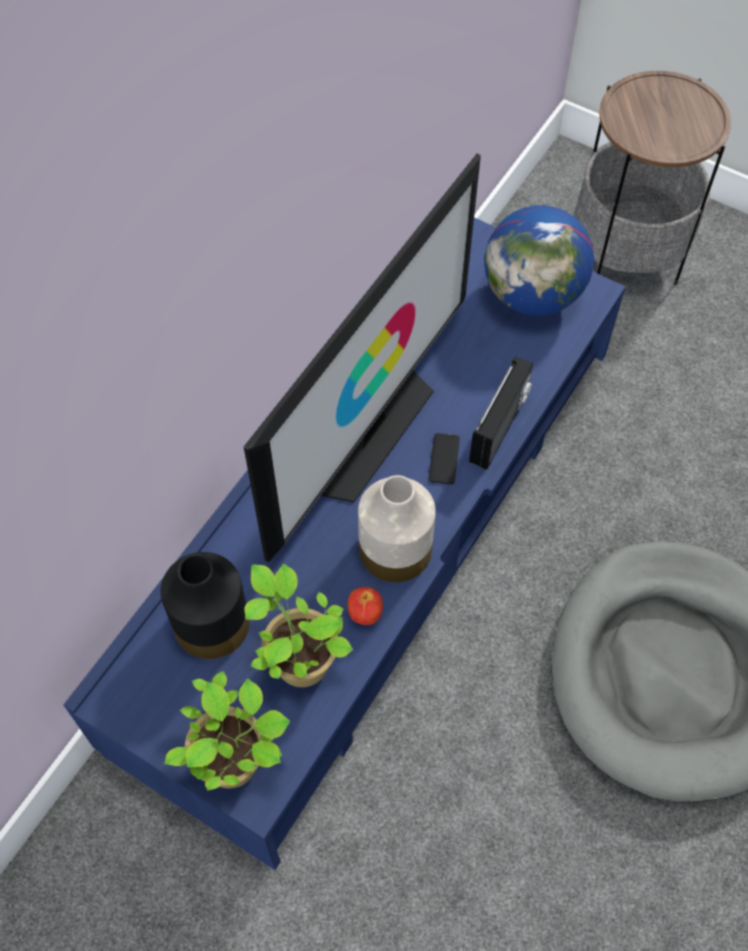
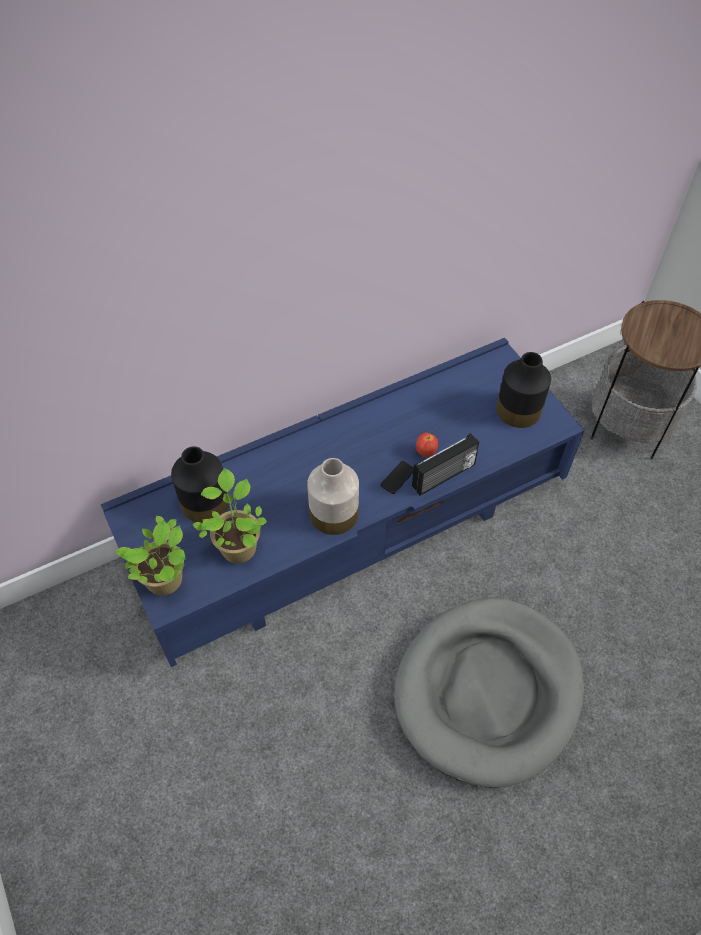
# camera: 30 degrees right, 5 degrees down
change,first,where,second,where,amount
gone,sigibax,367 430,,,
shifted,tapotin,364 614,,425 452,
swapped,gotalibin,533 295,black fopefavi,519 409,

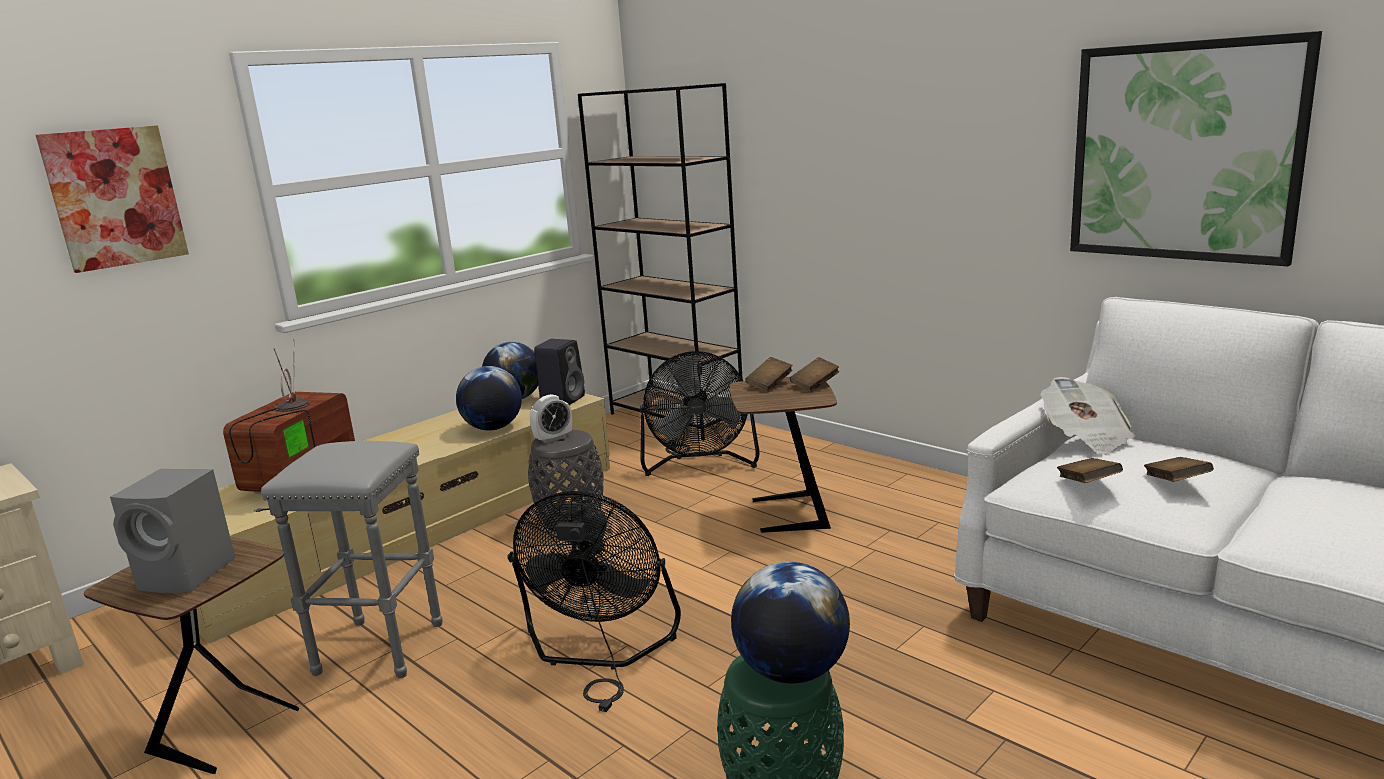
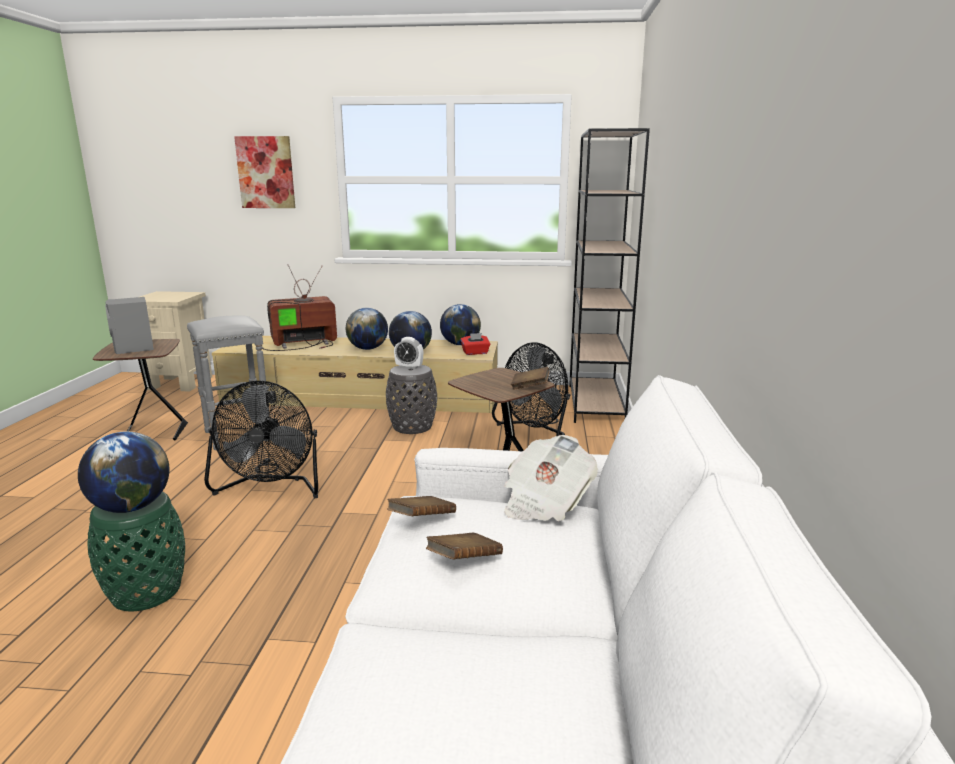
# camera: 50 degrees right, 0 degrees up
change,first,where,second,where,amount
gone,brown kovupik,769 384,,,
gone,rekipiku,1184 152,,,
new,,,gotalibin,368 348,
swapped,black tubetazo,563 399,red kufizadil,475 353,
rotated,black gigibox,596 652,,269 486,120 degrees clockwise

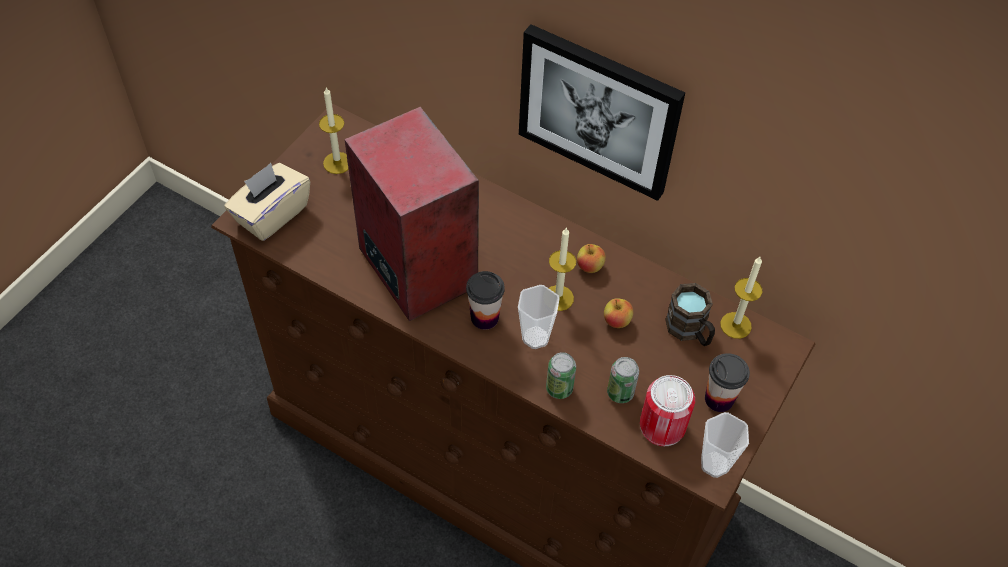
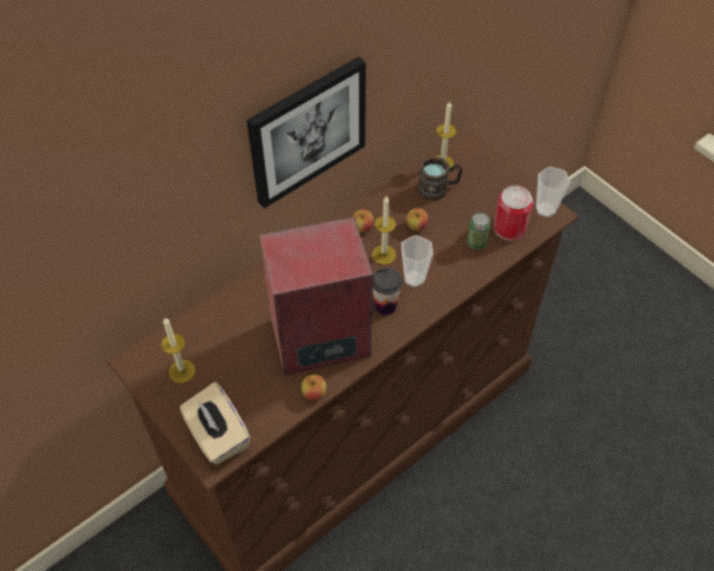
# camera: 70 degrees left, 0 degrees up
change,first,where,second,where,amount
gone,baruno,559 388,,,
gone,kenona,719 399,,,
new,,,tapotin,314 393,

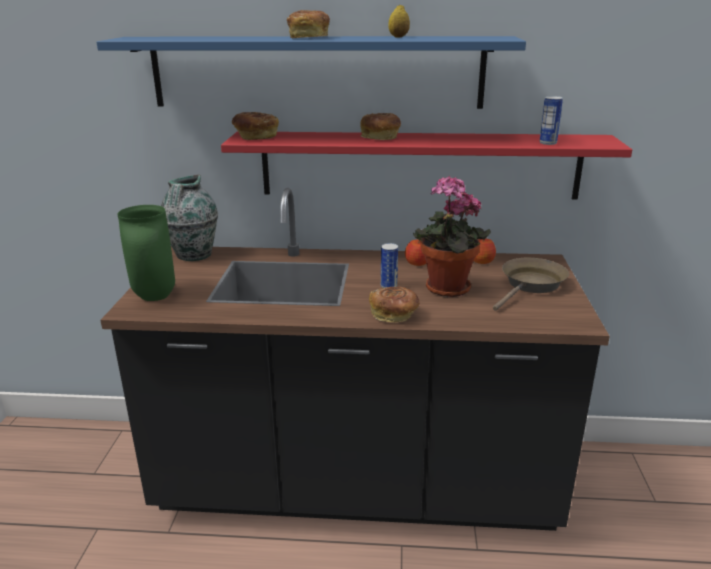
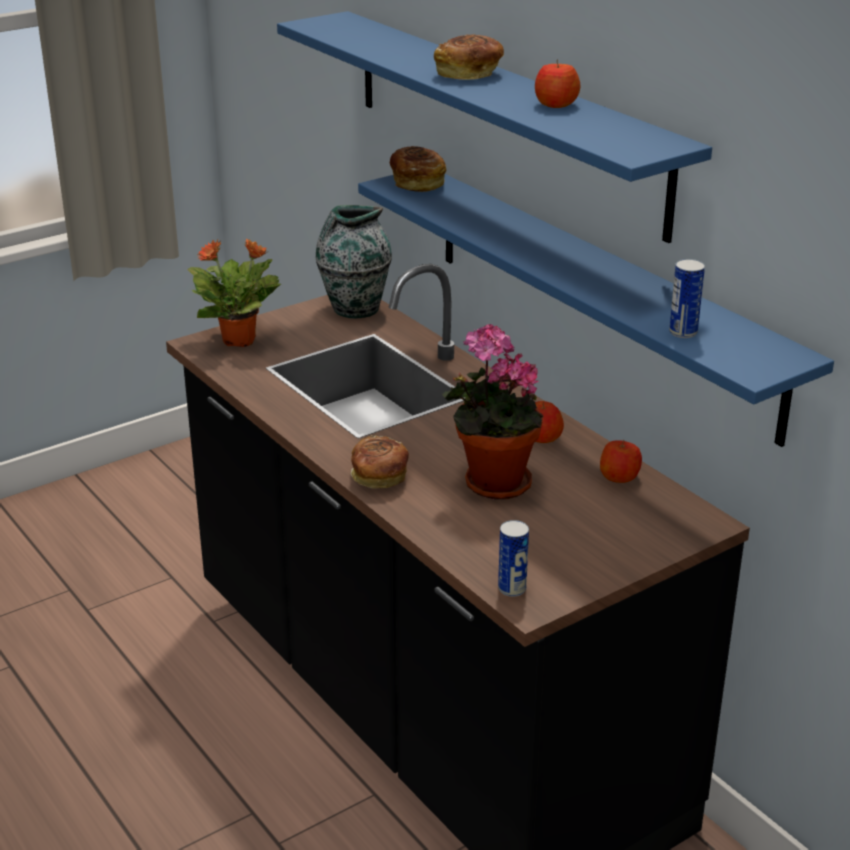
# camera: 50 degrees right, 5 degrees up
change,first,where,second,where,amount
gone,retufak,380 137,,,
gone,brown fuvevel,531 285,,,
shifted,baruno,388 286,,512 589,
swapped,green fopefavi,156 296,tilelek,240 340,
swapped,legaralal,398 37,tapotin,556 104,
repainted,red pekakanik,419 165,blue pekakanik,598 295,

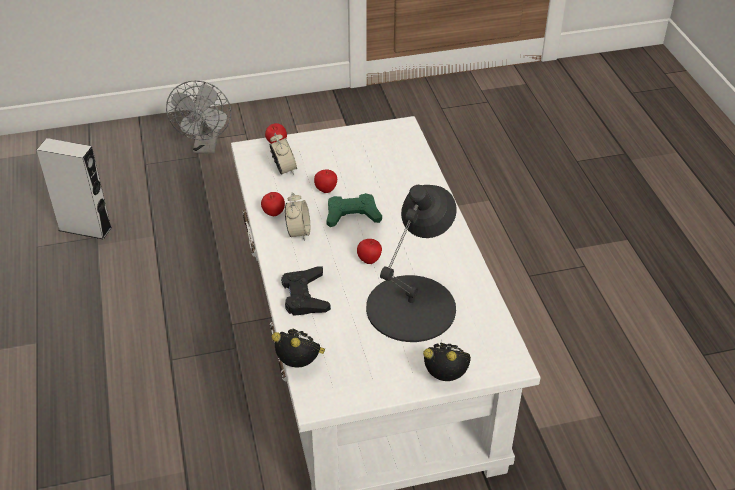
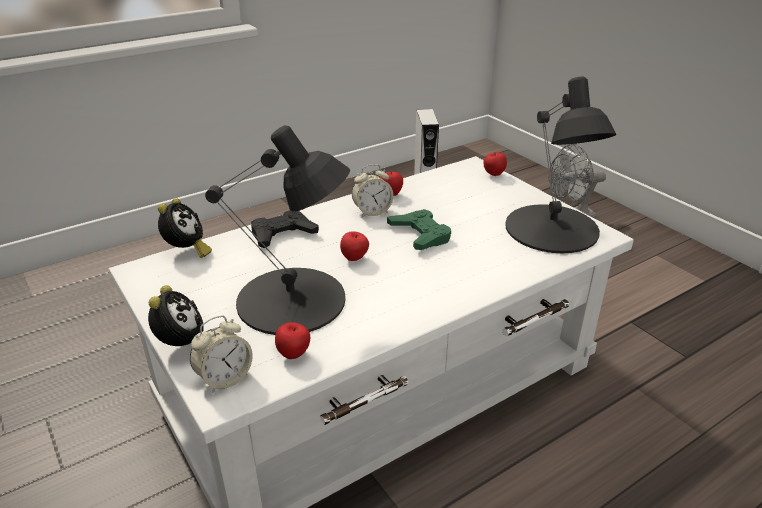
# camera: 70 degrees right, 10 degrees down
change,first,where,second,where,amount
new,,,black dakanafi,551 229,
shifted,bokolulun,284 170,,224 378,
shifted,tapotin,326 190,,294 355,

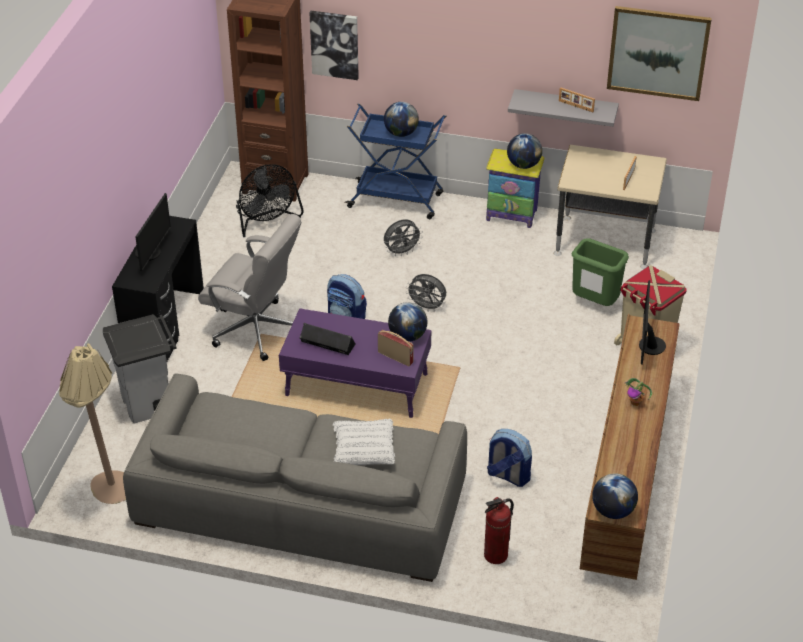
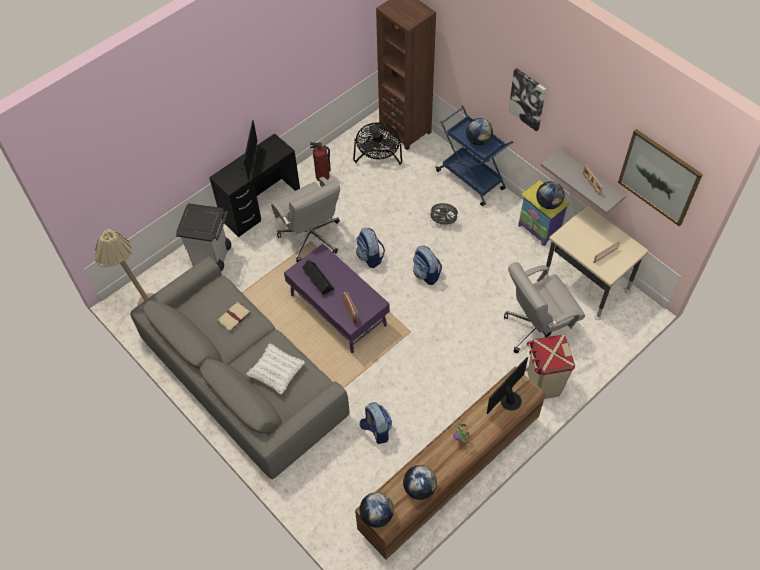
# camera: 35 degrees right, 15 degrees up
change,first,where,second,where,amount
new,,,beige kovupik,234 317,
shifted,rekipiku,334 44,,527 99,
shifted,gotalibin,407 336,,419 488,
shifted,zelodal,496 555,,322 176,
swapped,grey gigibox,427 307,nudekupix,426 274,
swapped,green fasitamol,594 304,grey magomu,538 329,
rotated,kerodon,151 253,,249 163,45 degrees counterclockwise

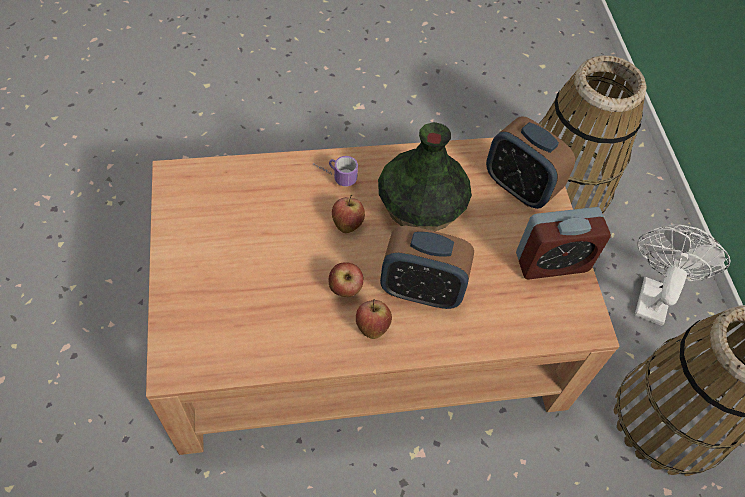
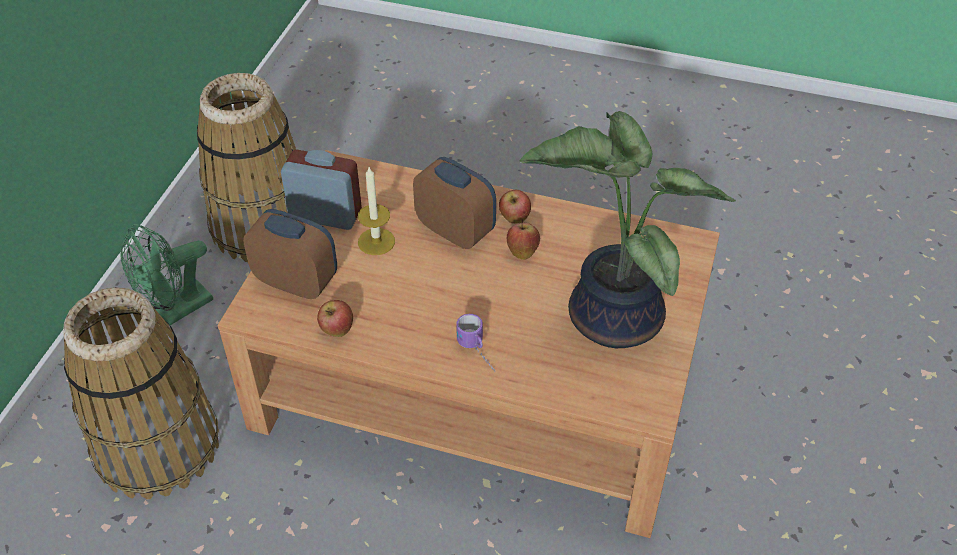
# camera: 150 degrees left, 10 degrees down
change,first,where,second,where,amount
gone,fopefavi,419 207,,,
new,,,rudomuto,376 241,
new,,,tilelek,609 315,
shifted,tapotin,347 224,,337 330,
repainted,white gigibox,653 294,green gigibox,176 310,
rotated,bokolulun,519 187,,296 282,45 degrees counterclockwise

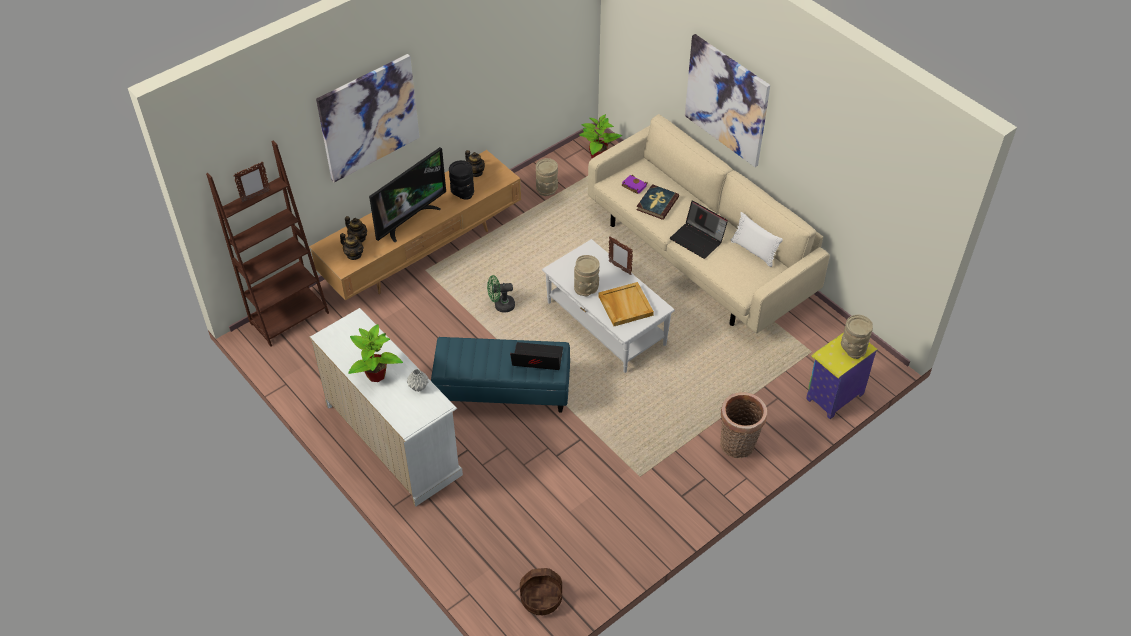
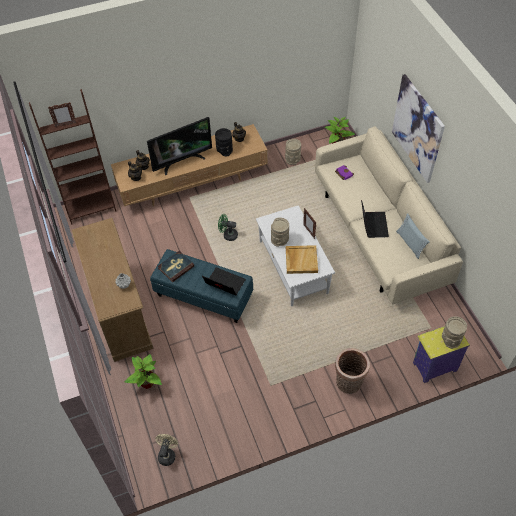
# camera: 20 degrees right, 5 degrees up
change,first,where,second,where,amount
gone,rekipiku,369 118,,,
shifted,tilelek,376 375,,147 383,
shifted,kovupik,657 203,,176 267,
swapped,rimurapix,541 599,beige gigibox,167 454,
repainted,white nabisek,393 438,brown nabisek,119 309,
repainted,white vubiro,754 251,blue vubiro,410 243,
rotated,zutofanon,698 239,,373 224,150 degrees counterclockwise

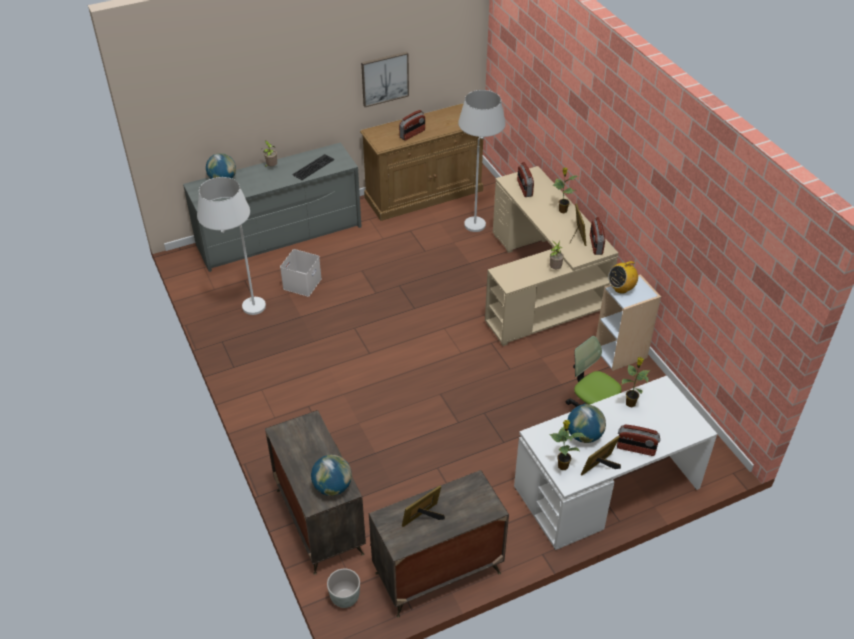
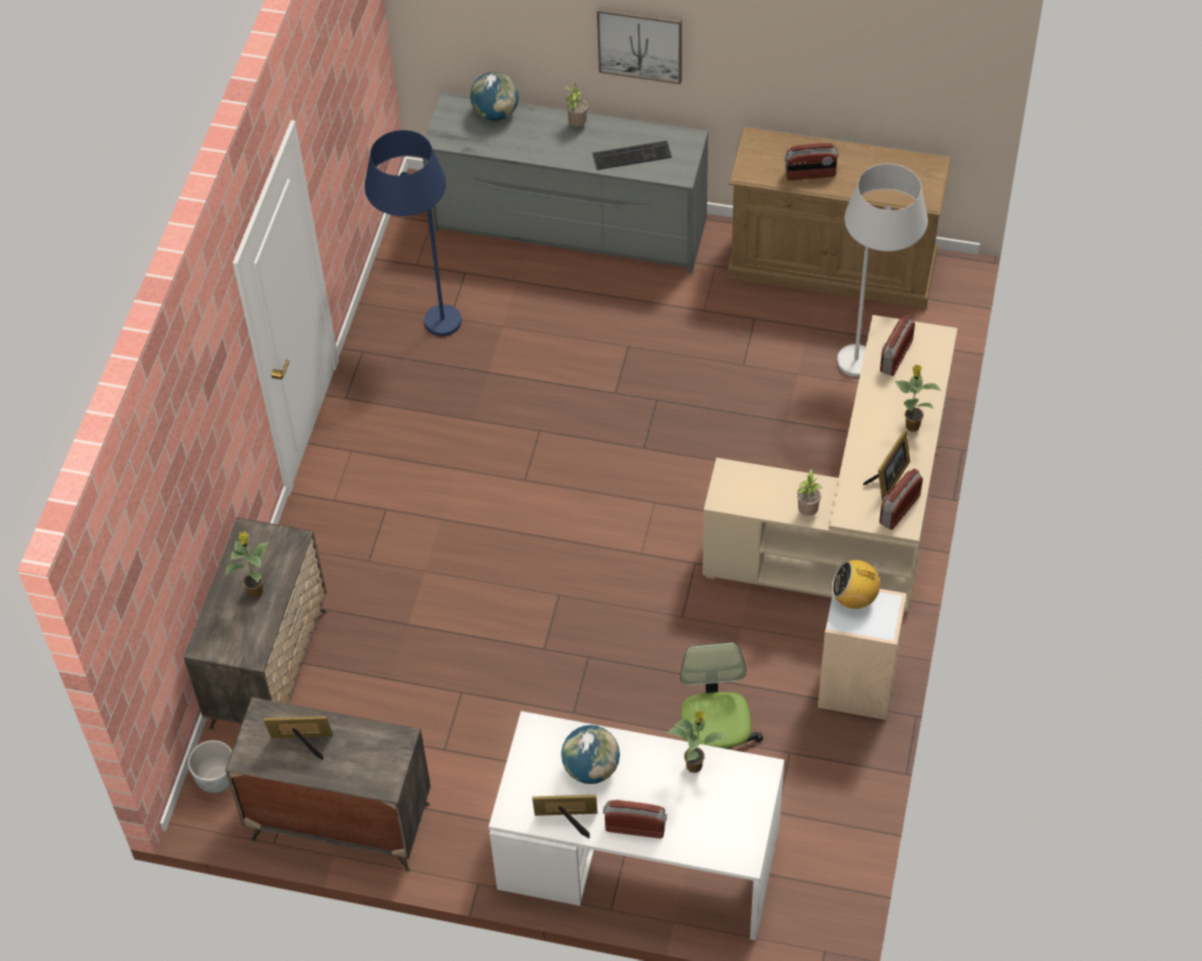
# camera: 40 degrees right, 10 degrees up
change,first,where,second,where,amount
gone,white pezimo,302 283,,,
gone,gotalibin,332 487,,,
shifted,rekipiku,385 78,,640 43,
shifted,tilelek,562 465,,255 590,
repainted,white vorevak,241 310,blue vorevak,423 317,
rotated,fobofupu,636 449,,635 827,135 degrees clockwise

